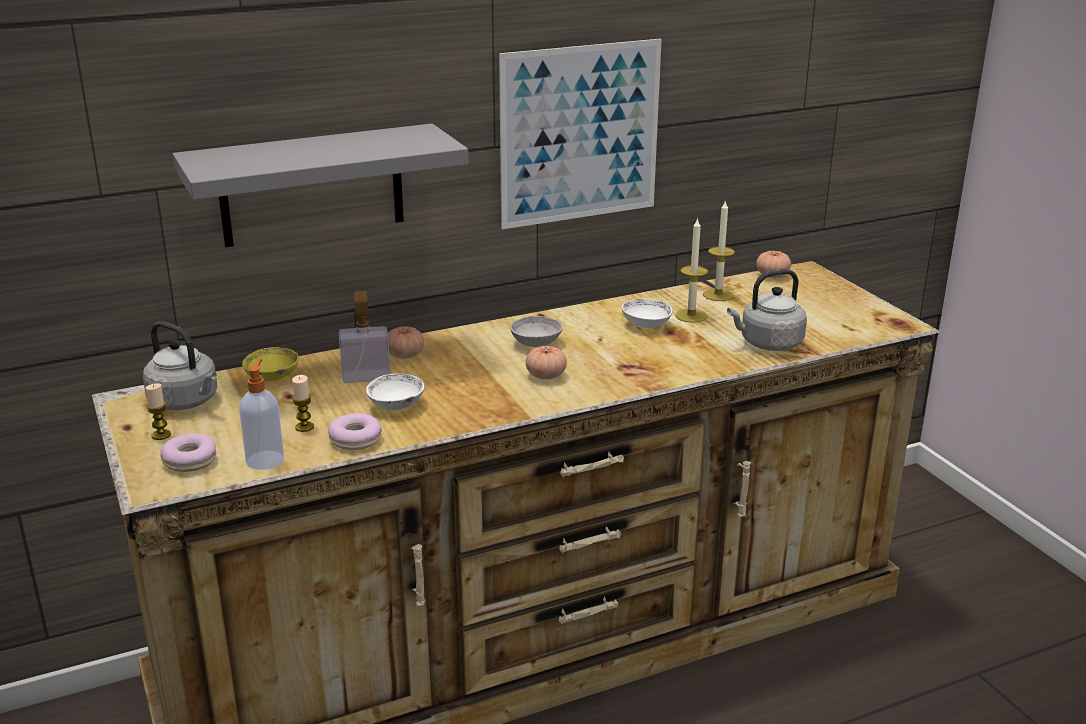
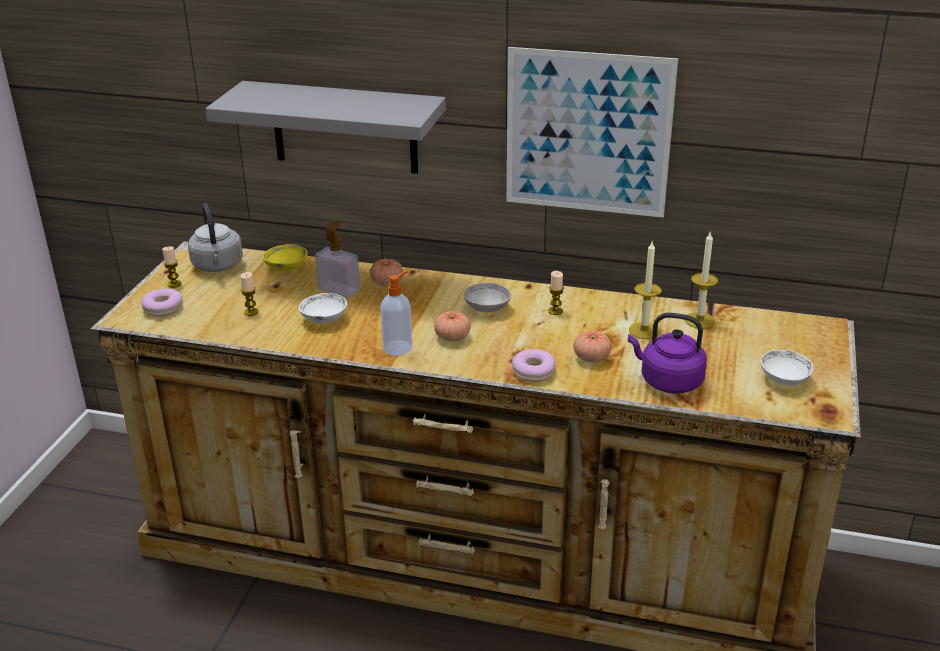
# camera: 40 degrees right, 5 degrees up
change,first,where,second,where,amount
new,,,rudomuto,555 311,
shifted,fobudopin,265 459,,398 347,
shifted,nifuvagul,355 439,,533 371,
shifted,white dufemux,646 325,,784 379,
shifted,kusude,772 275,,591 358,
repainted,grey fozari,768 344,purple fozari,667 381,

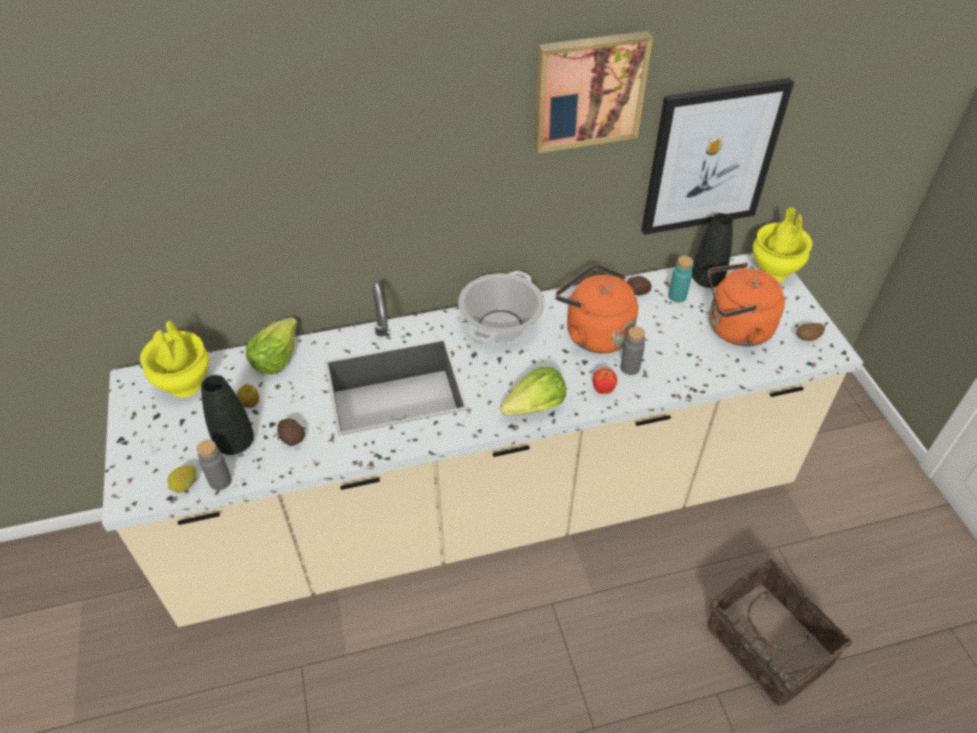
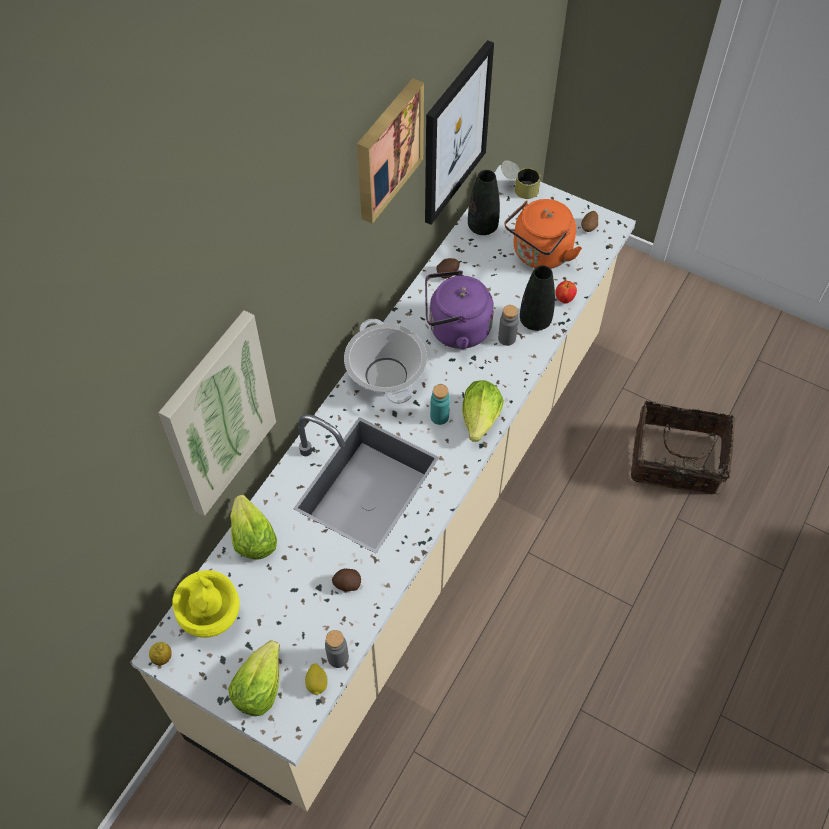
# camera: 45 degrees left, 10 degrees up
change,first,where,second,where,amount
new,,,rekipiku,218 415,
new,,,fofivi,258 686,
shifted,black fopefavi,235 443,,535 321,
shifted,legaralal,250 404,,162 658,
shifted,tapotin,603 390,,564 299,
shifted,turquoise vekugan,677 296,,439 417,
swapped,yellow fopefavi,773 273,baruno,519 188,
repainted,orange fozari,594 333,purple fozari,455 329,

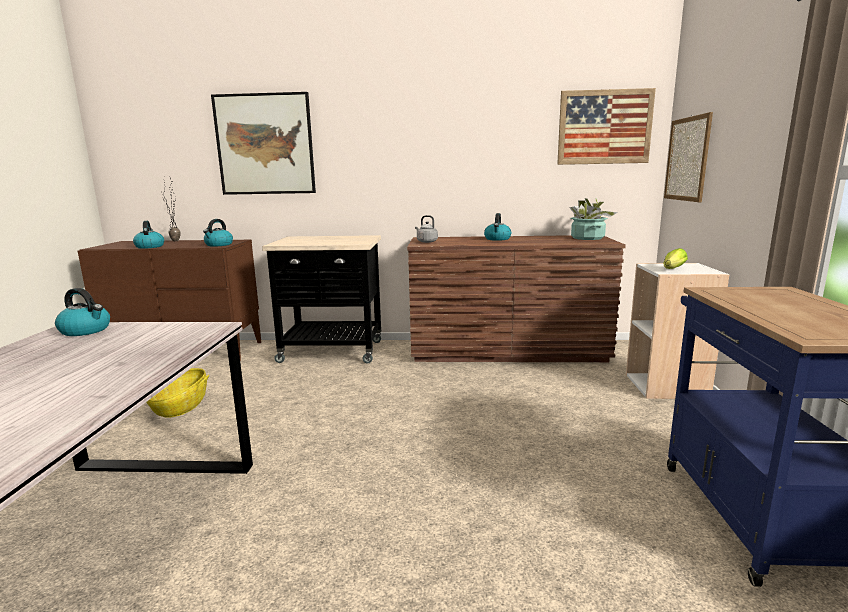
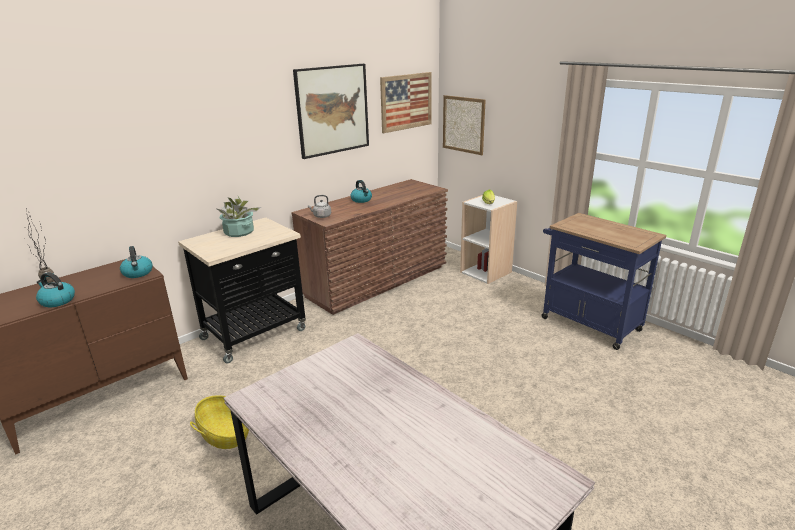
# camera: 45 degrees left, 10 degrees up
change,first,where,second,where,amount
gone,fozari,86 330,,,
shifted,rekipiku,265 145,,332 110,
shifted,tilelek,587 238,,239 232,

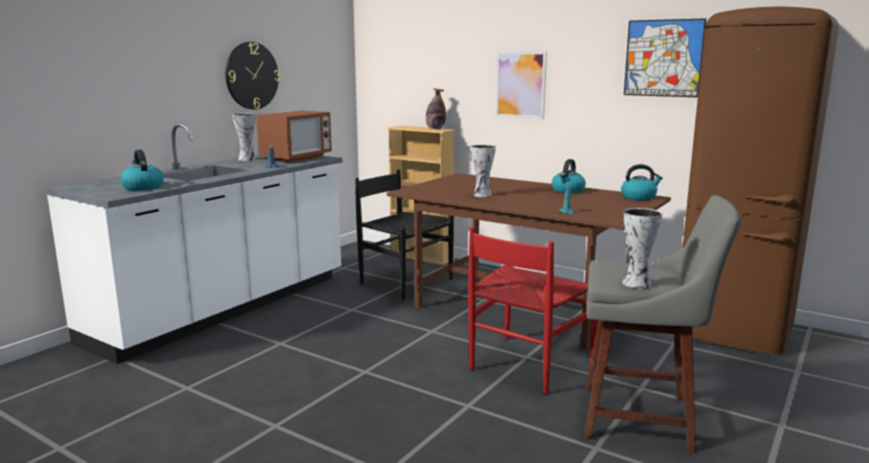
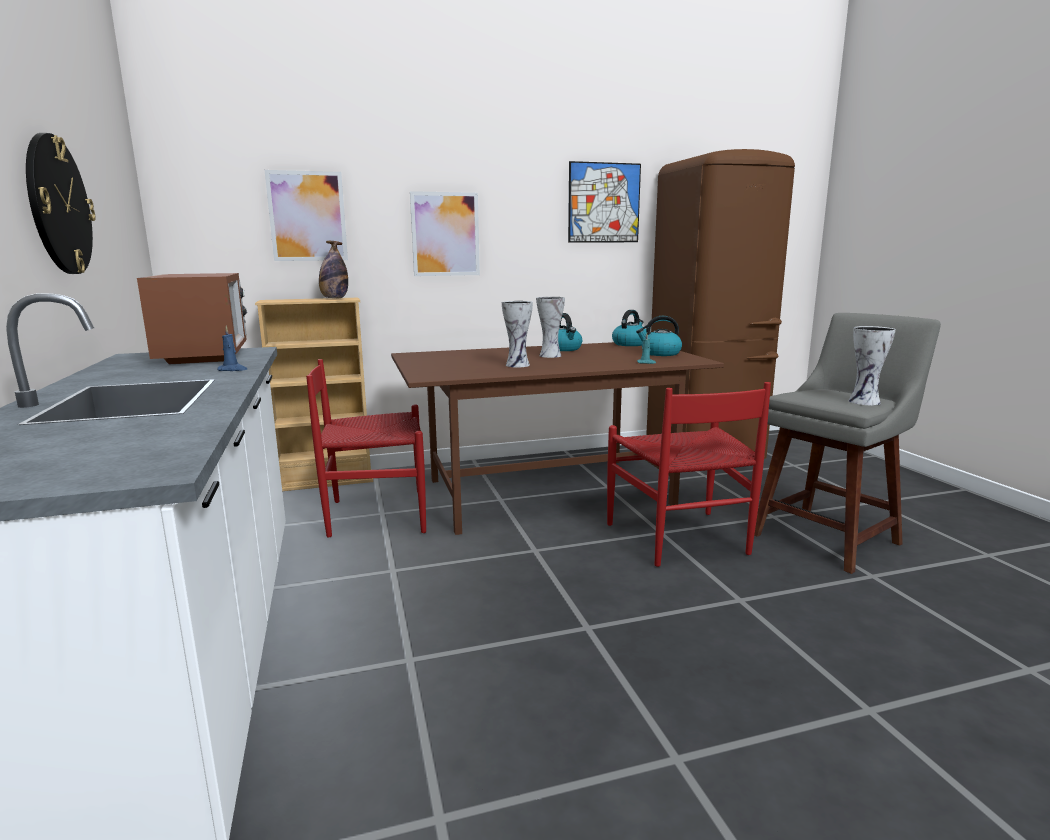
# camera: 50 degrees left, 0 degrees up
change,first,where,second,where,amount
new,,,rekipiku,307 216,
shifted,fozari,142 187,,660 353,
shifted,fopefavi,247 159,,549 355,
repainted,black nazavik,404 282,red nazavik,376 515,

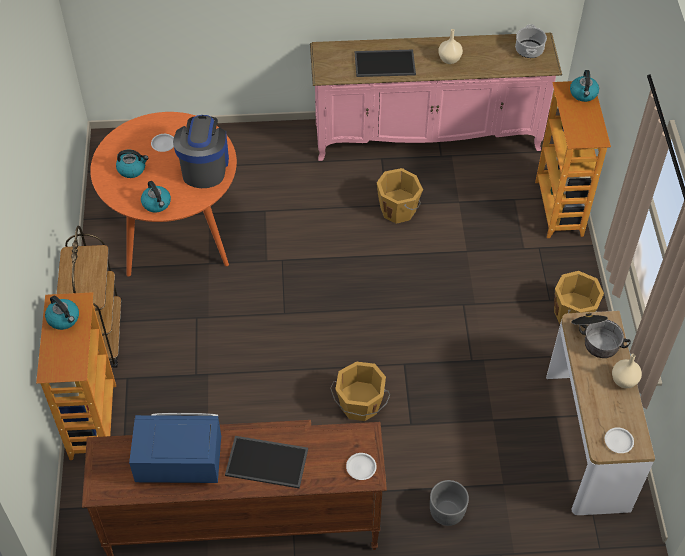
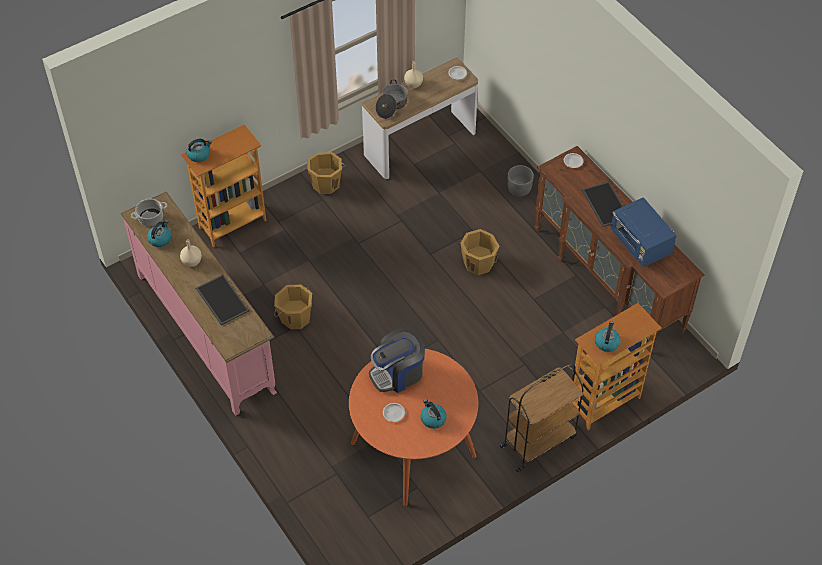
# camera: 120 degrees left, 0 degrees up
change,first,where,second,where,amount
shifted,fozari,157 204,,160 239,

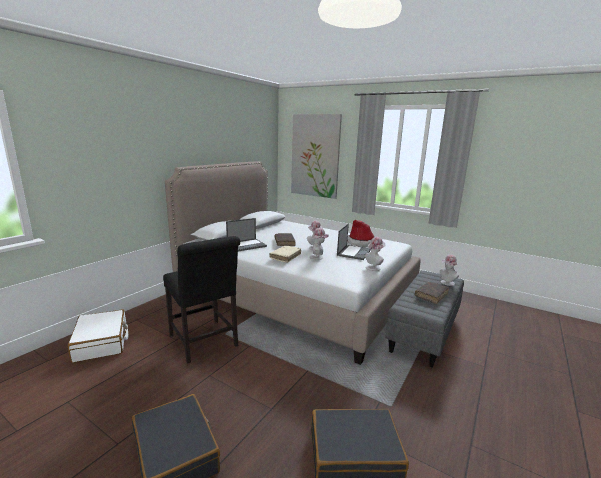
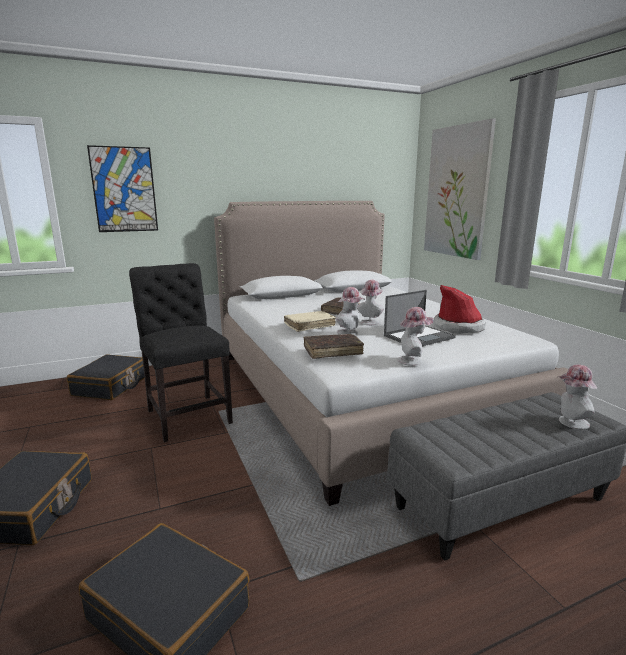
# camera: 35 degrees right, 0 degrees up
change,first,where,second,where,amount
gone,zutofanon,247 245,,,
new,,,rekipiku,124 190,
shifted,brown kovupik,431 295,,332 351,
repainted,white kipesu,101 342,black kipesu,111 386,
rotated,black nazavik,204 343,,188 414,150 degrees clockwise

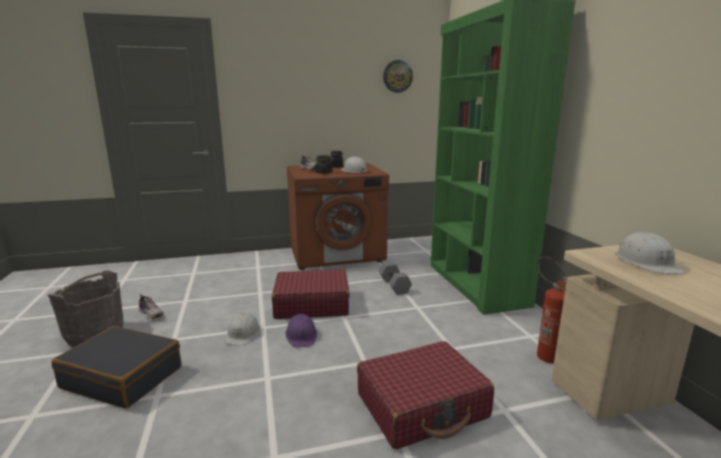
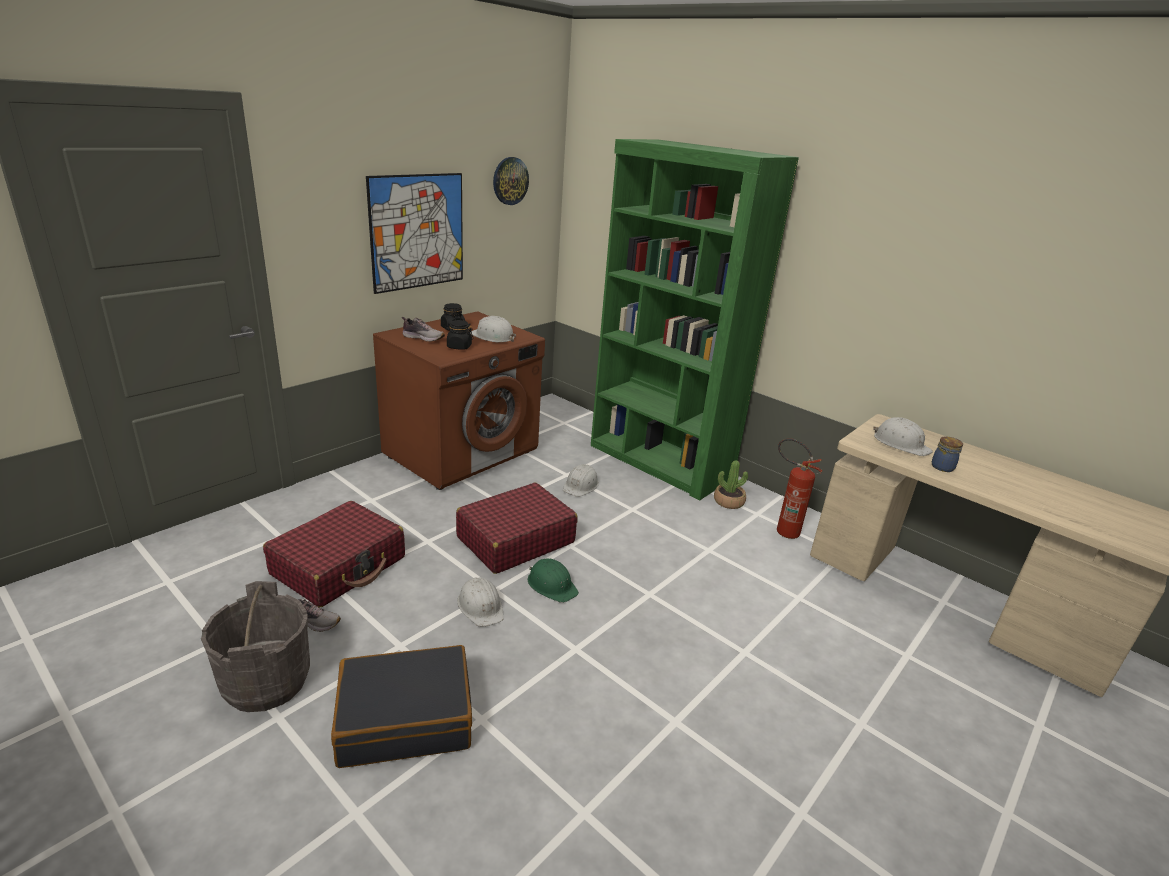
# camera: 35 degrees left, 10 degrees up
change,first,where,second,where,amount
new,,,rekipiku,418 232,
new,,,tilelek,728 502,
new,,,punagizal,943 467,
shifted,red kipesu,422 406,,339 566,
swapped,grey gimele,395 286,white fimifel,581 485,
repainted,purple fimifel,301 335,green fimifel,552 585,

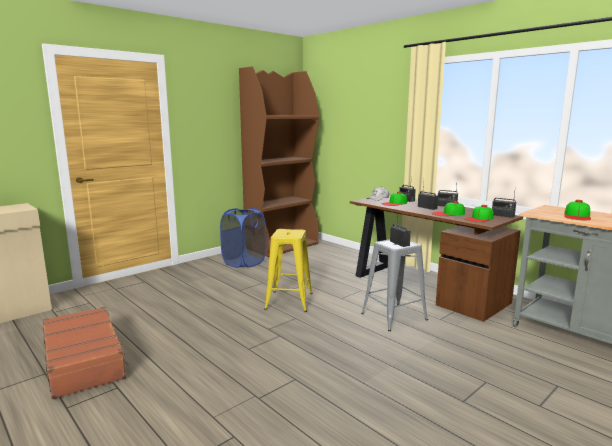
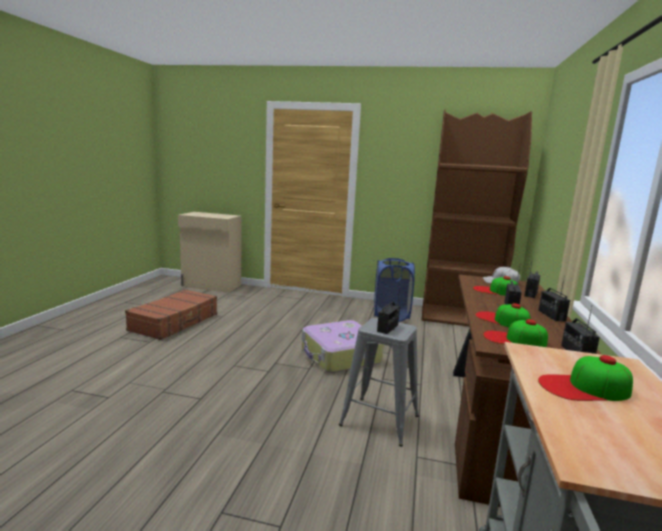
# camera: 55 degrees right, 0 degrees up
change,first,where,second,where,amount
swapped,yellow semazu,289 301,kipesu,340 356,

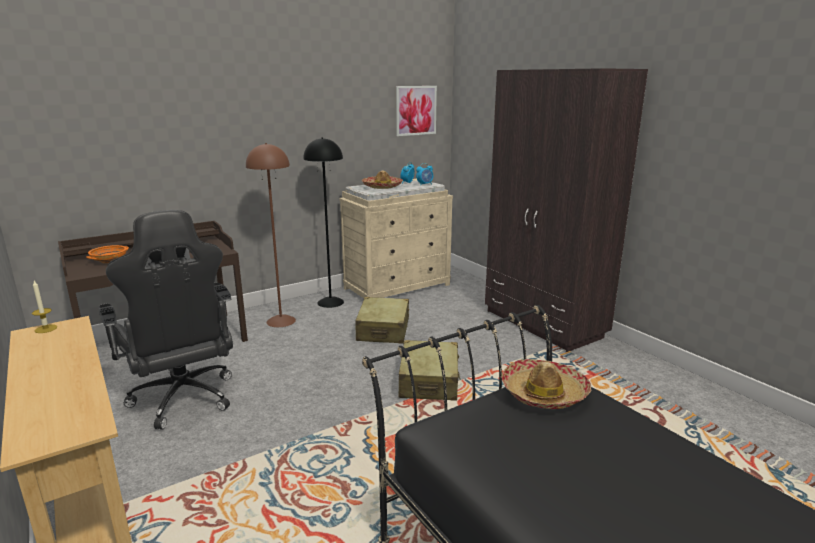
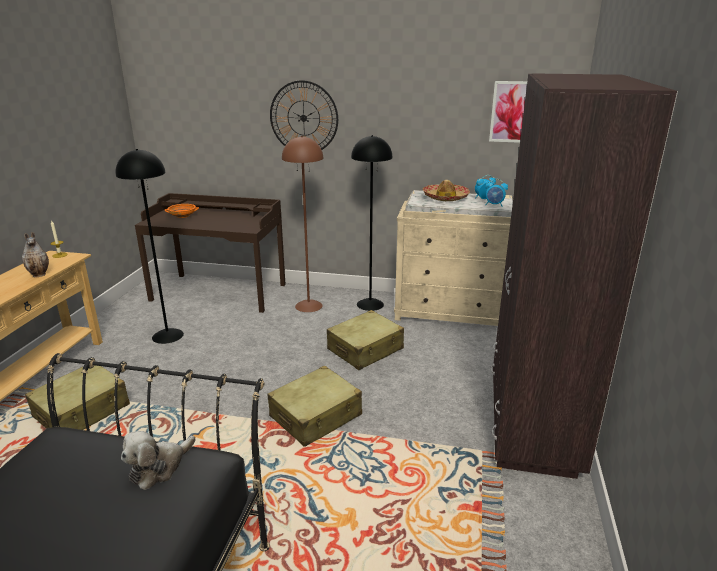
# camera: 45 degrees right, 5 degrees up
change,first,where,second,where,amount
new,,,fopefavi,40 274,
new,,,beige kipesu,82 411,
new,,,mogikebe,303 118,
swapped,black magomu,182 395,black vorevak,167 336,
swapped,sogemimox,544 393,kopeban,159 467,

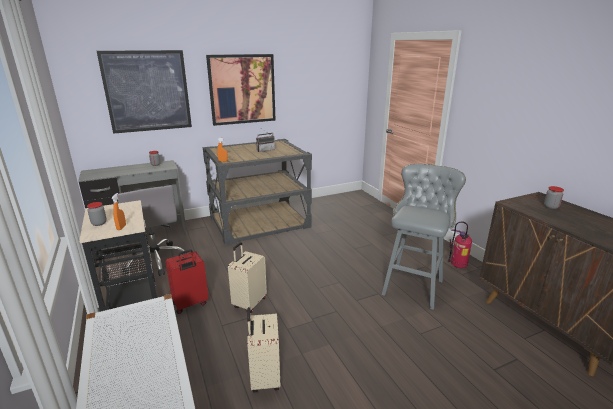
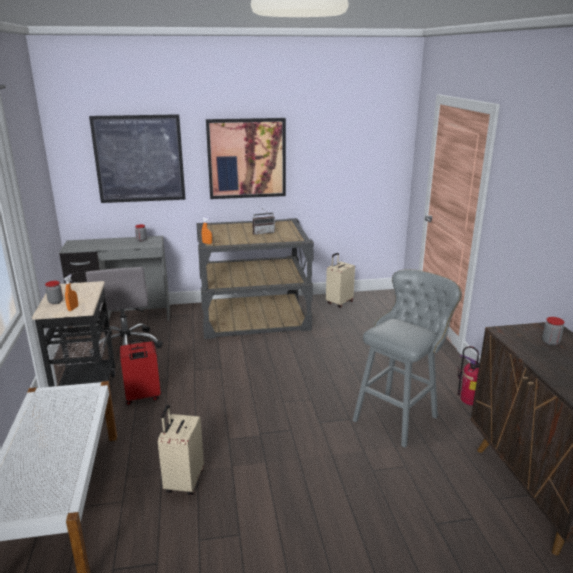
# camera: 15 degrees right, 0 degrees up
change,first,where,second,where,amount
shifted,beige kipesu,249 303,,339 302,

